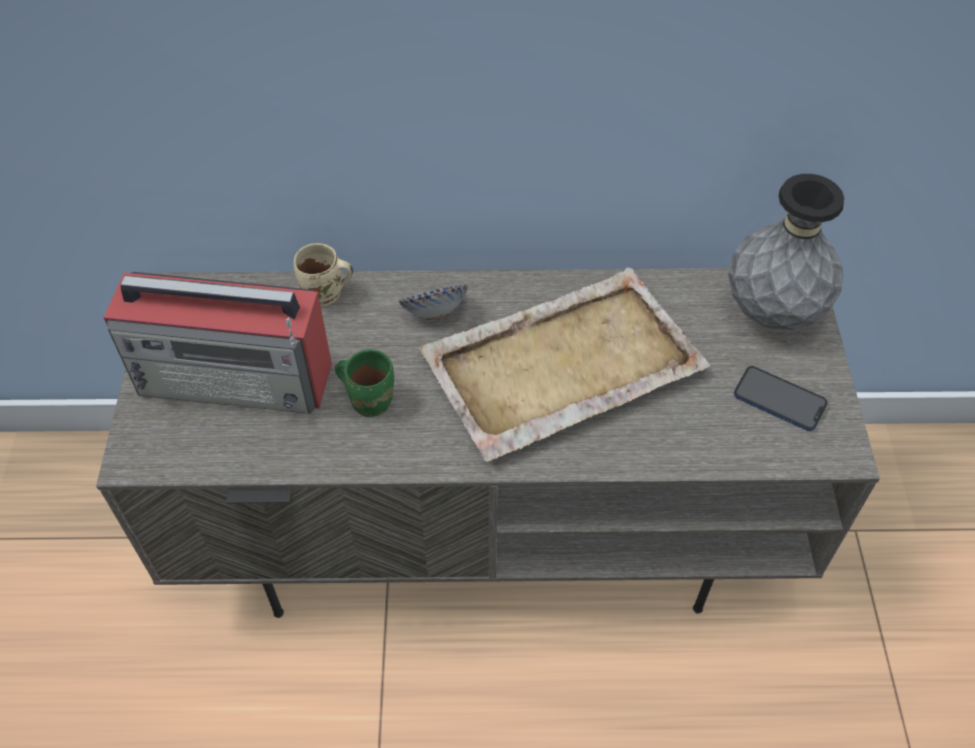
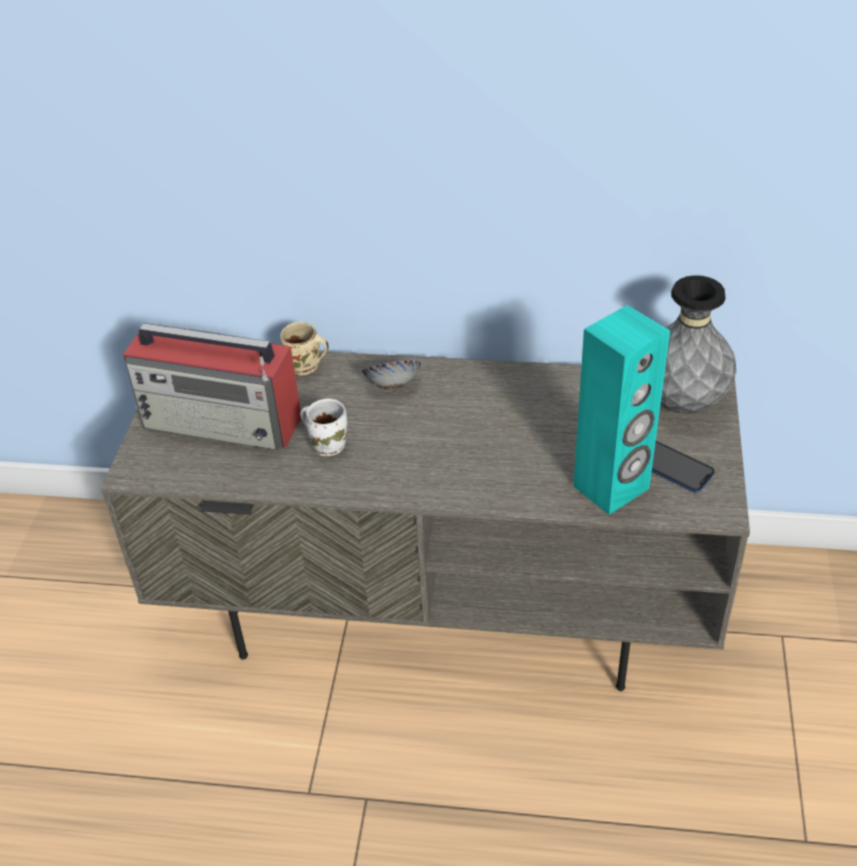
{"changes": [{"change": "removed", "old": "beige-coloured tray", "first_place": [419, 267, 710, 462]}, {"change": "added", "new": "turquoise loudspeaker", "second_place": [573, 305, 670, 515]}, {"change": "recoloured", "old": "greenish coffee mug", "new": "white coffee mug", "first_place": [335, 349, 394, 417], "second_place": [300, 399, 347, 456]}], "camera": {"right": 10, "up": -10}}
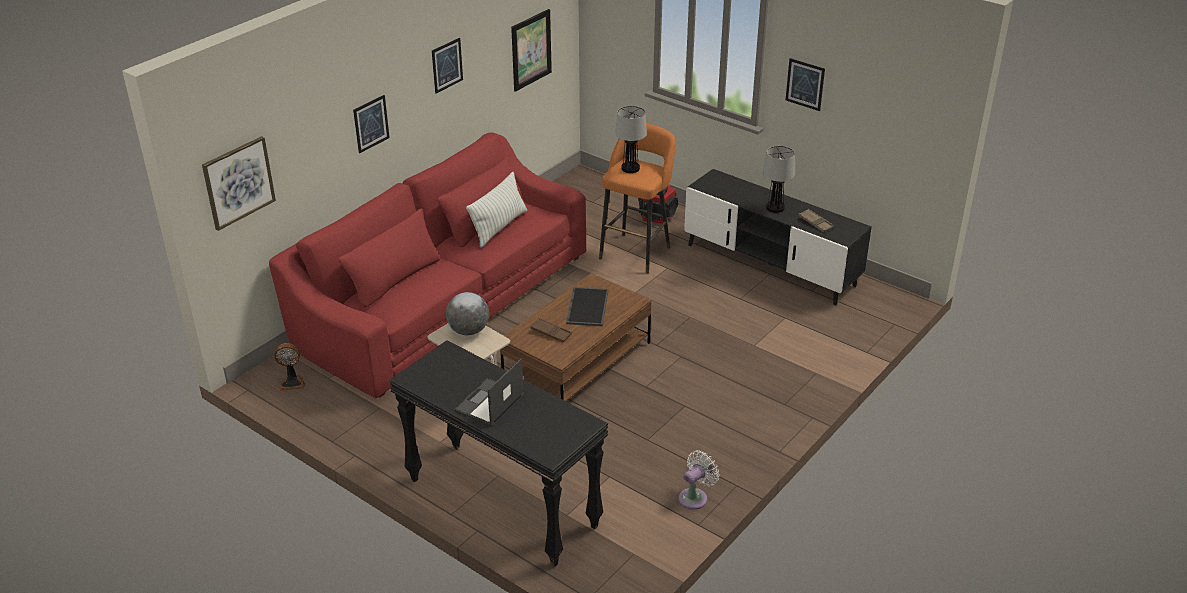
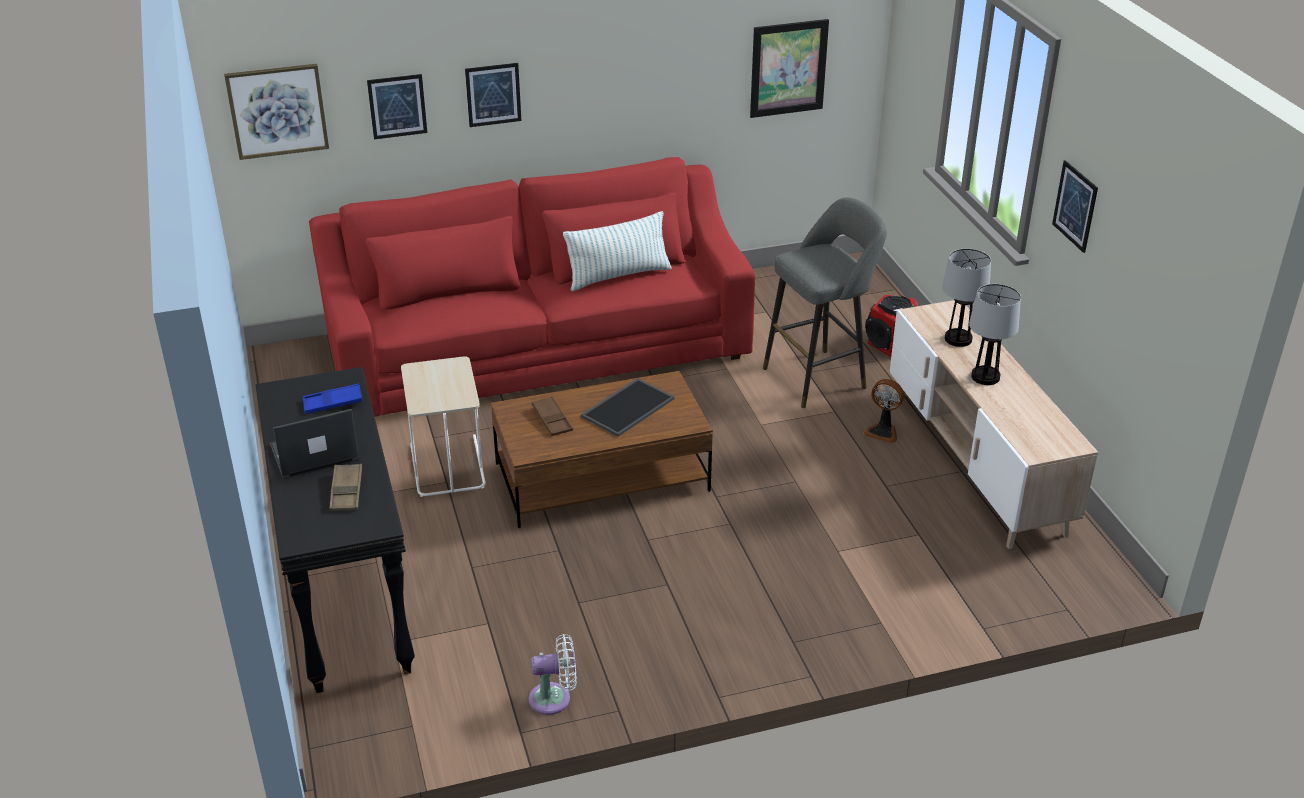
{"changes": [{"change": "removed", "old": "globe", "first_place": [446, 292, 489, 335]}, {"change": "added", "new": "blue tray", "second_place": [303, 384, 362, 414]}, {"change": "moved", "old": "cooling fan", "first_place": [275, 343, 306, 391], "second_place": [863, 379, 904, 443]}, {"change": "moved", "old": "picture", "first_place": [432, 38, 463, 93], "second_place": [367, 74, 427, 139]}, {"change": "moved", "old": "table lamp", "first_place": [615, 106, 647, 173], "second_place": [942, 249, 991, 347]}, {"change": "moved", "old": "brown tray", "first_place": [798, 209, 834, 233], "second_place": [329, 464, 362, 511]}, {"change": "recoloured", "old": "orangey stool", "new": "gray stool", "first_place": [599, 124, 676, 273], "second_place": [763, 197, 887, 408]}, {"change": "recoloured", "old": "black tv stand", "new": "beige-coloured tv stand", "first_place": [684, 169, 872, 306], "second_place": [890, 300, 1098, 549]}], "camera": {"right": 35, "up": 0}}
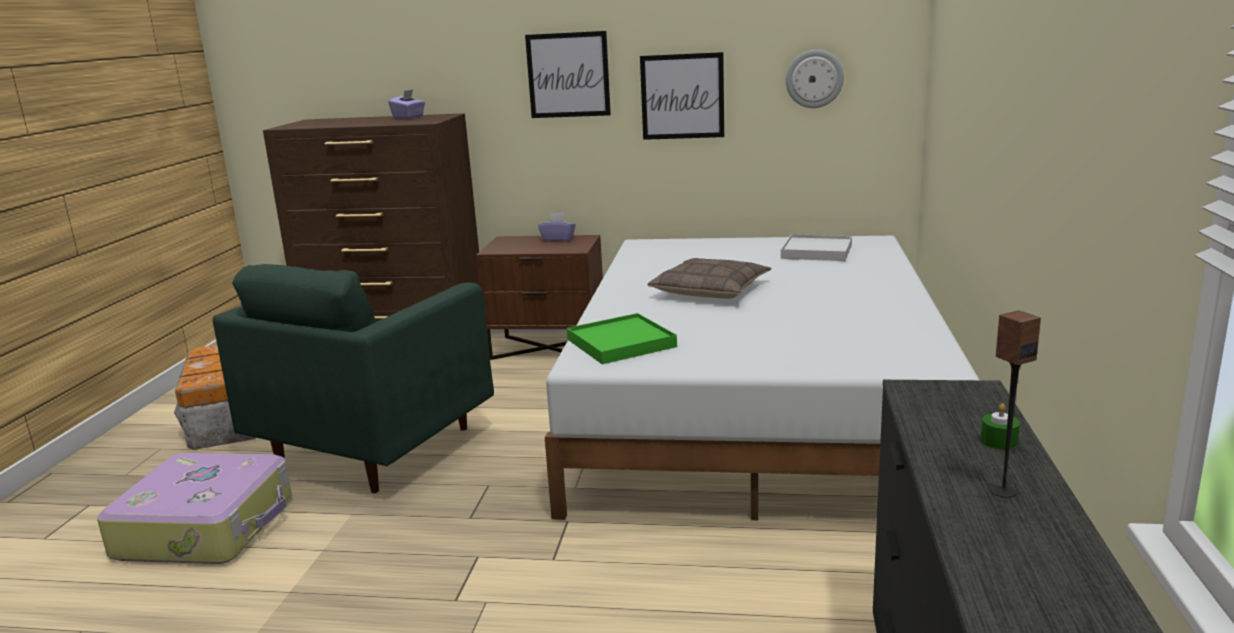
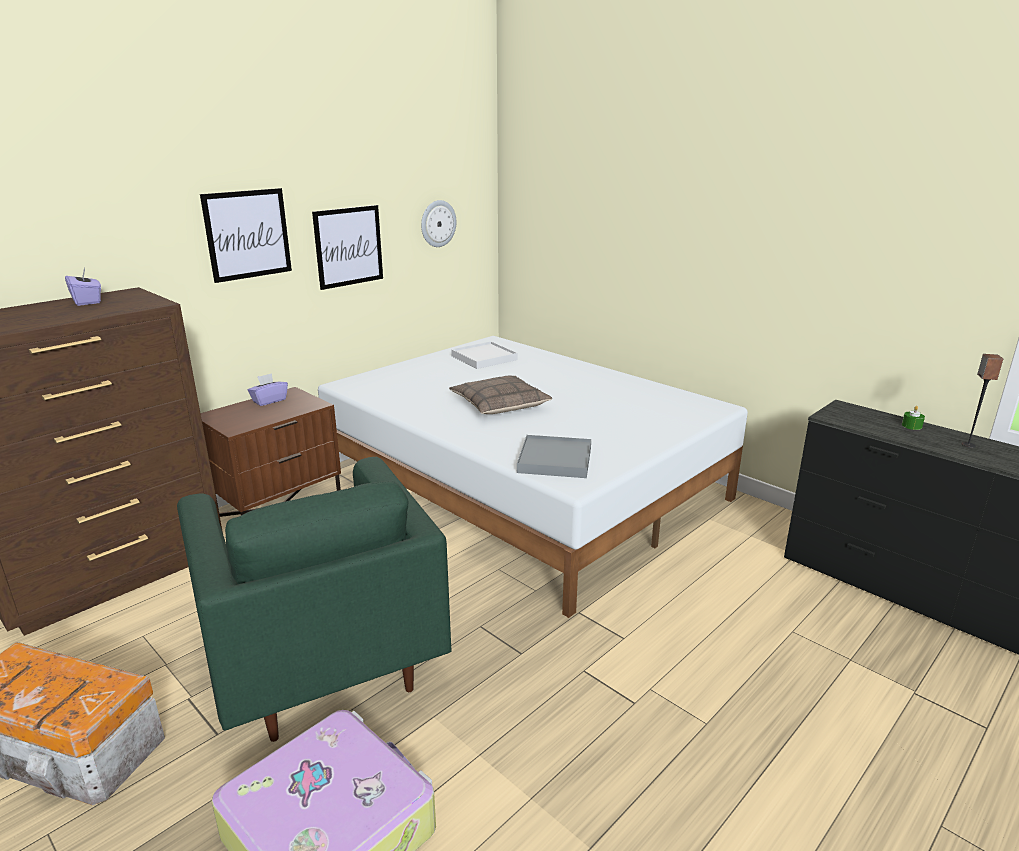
{"changes": [{"change": "recoloured", "old": "greenish tray", "new": "gray tray", "first_place": [567, 313, 677, 364], "second_place": [517, 435, 591, 478]}], "camera": {"right": -55, "up": 5}}
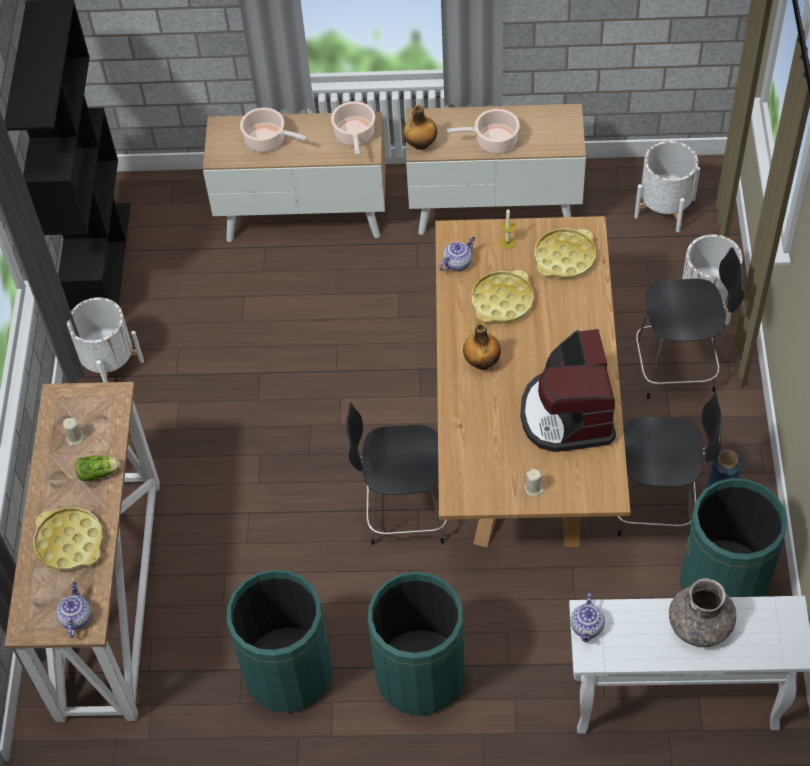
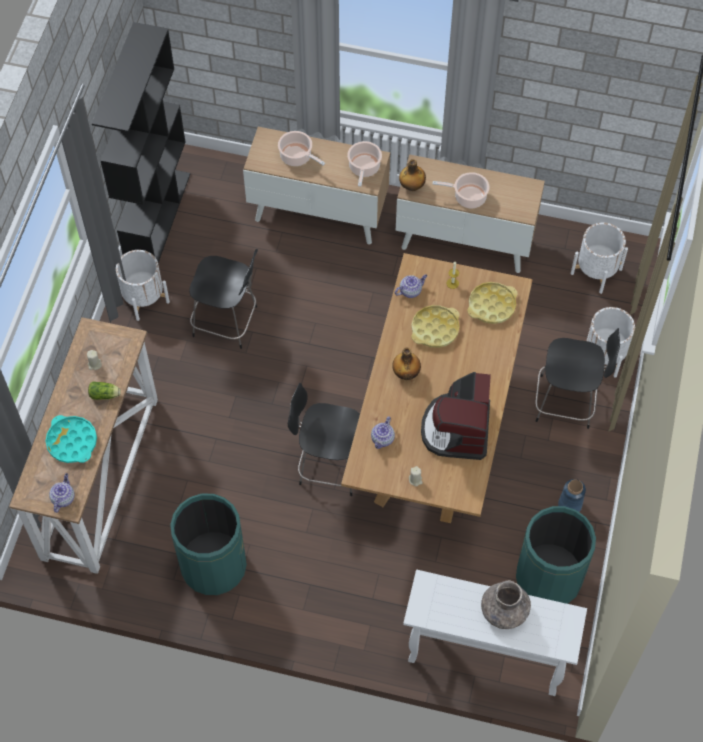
{"changes": [{"change": "removed", "old": "greenish rubbish bin", "first_place": [368, 572, 465, 716]}, {"change": "moved", "old": "tea pot", "first_place": [571, 593, 605, 642], "second_place": [371, 416, 395, 449]}, {"change": "moved", "old": "black upright chair", "first_place": [617, 393, 722, 537], "second_place": [189, 249, 258, 349]}, {"change": "recoloured", "old": "yellowish tray", "new": "turquoise tray", "first_place": [33, 507, 103, 571], "second_place": [45, 415, 97, 463]}], "camera": {"right": 10, "up": 5}}
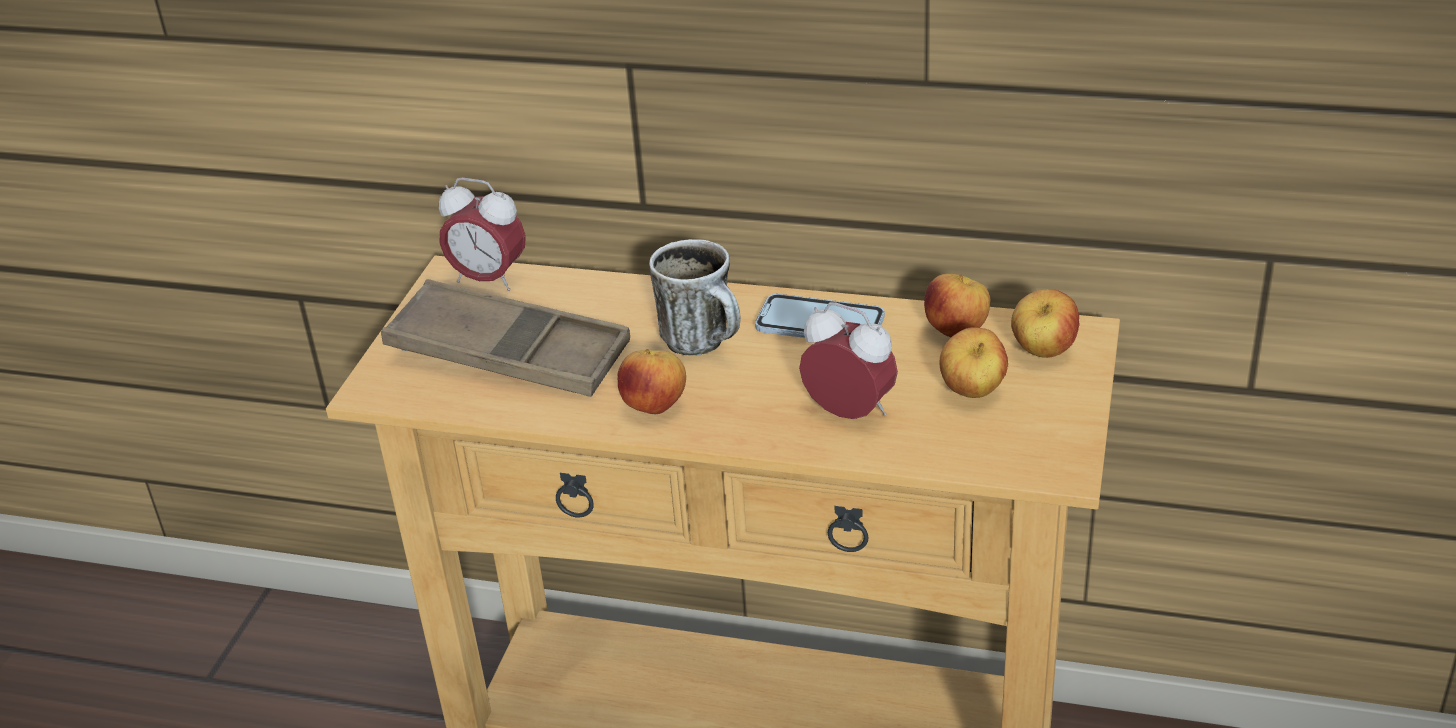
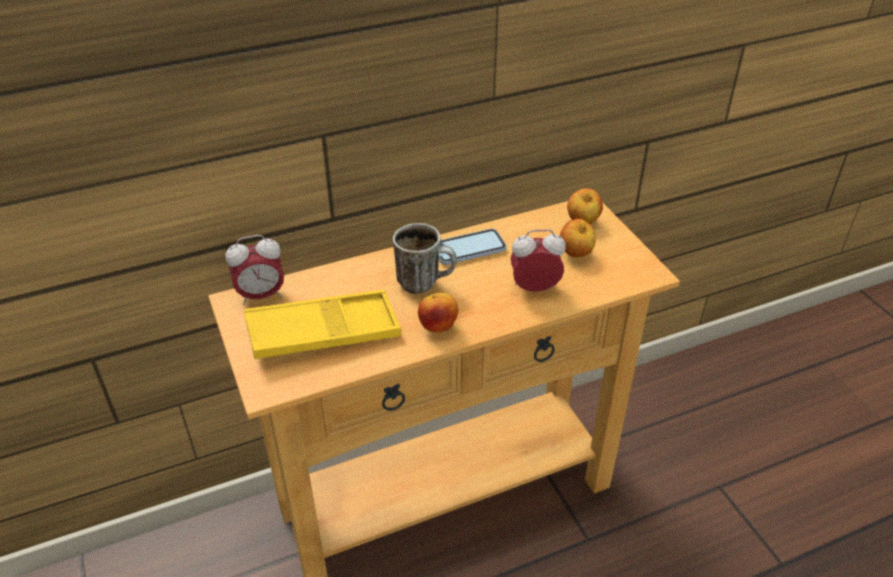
{"changes": [{"change": "removed", "old": "apple", "first_place": [924, 274, 990, 337]}, {"change": "recoloured", "old": "brown tray", "new": "yellowish tray", "first_place": [381, 279, 630, 397], "second_place": [244, 290, 401, 359]}], "camera": {"right": -40, "up": 5}}
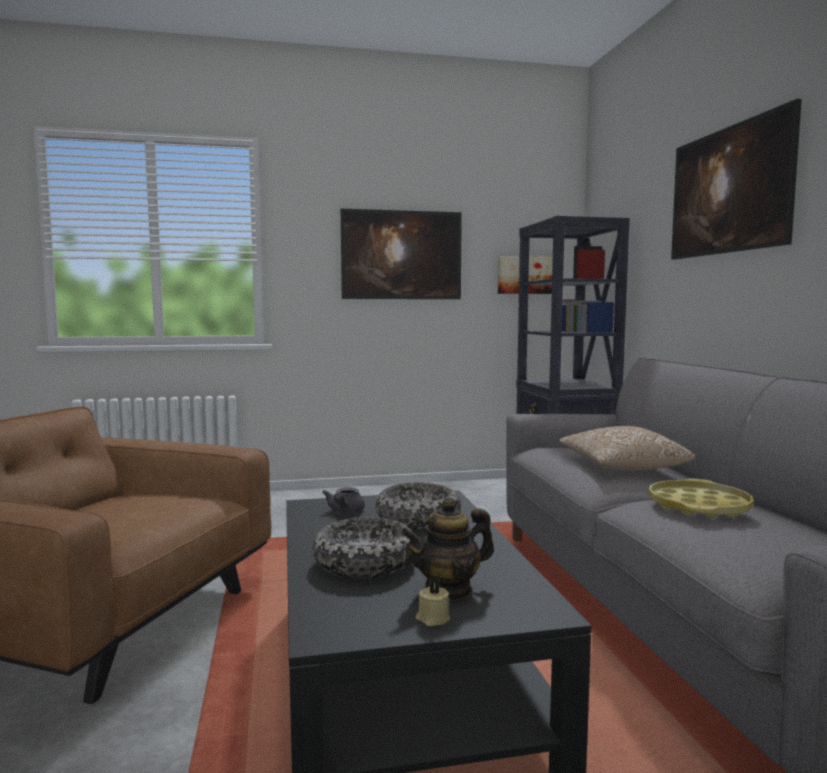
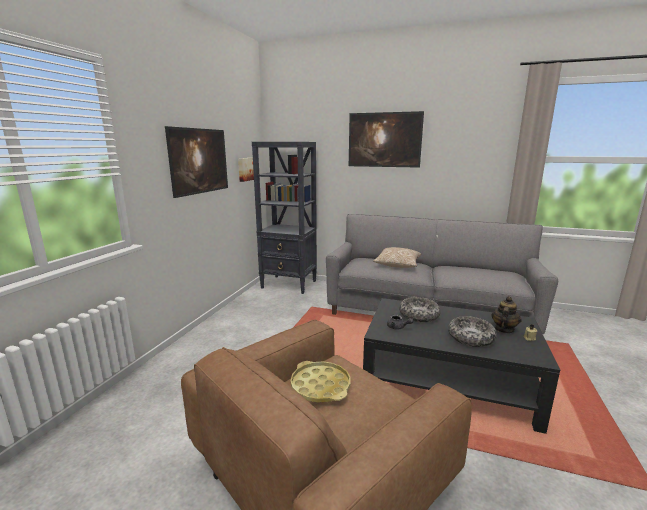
{"changes": [{"change": "moved", "old": "yellowish tray", "first_place": [648, 479, 754, 519], "second_place": [290, 361, 350, 403]}, {"change": "turned", "old": "tea pot", "first_place": [401, 497, 494, 600], "second_place": [492, 296, 522, 333], "degrees": -150}], "camera": {"right": -60, "up": 10}}
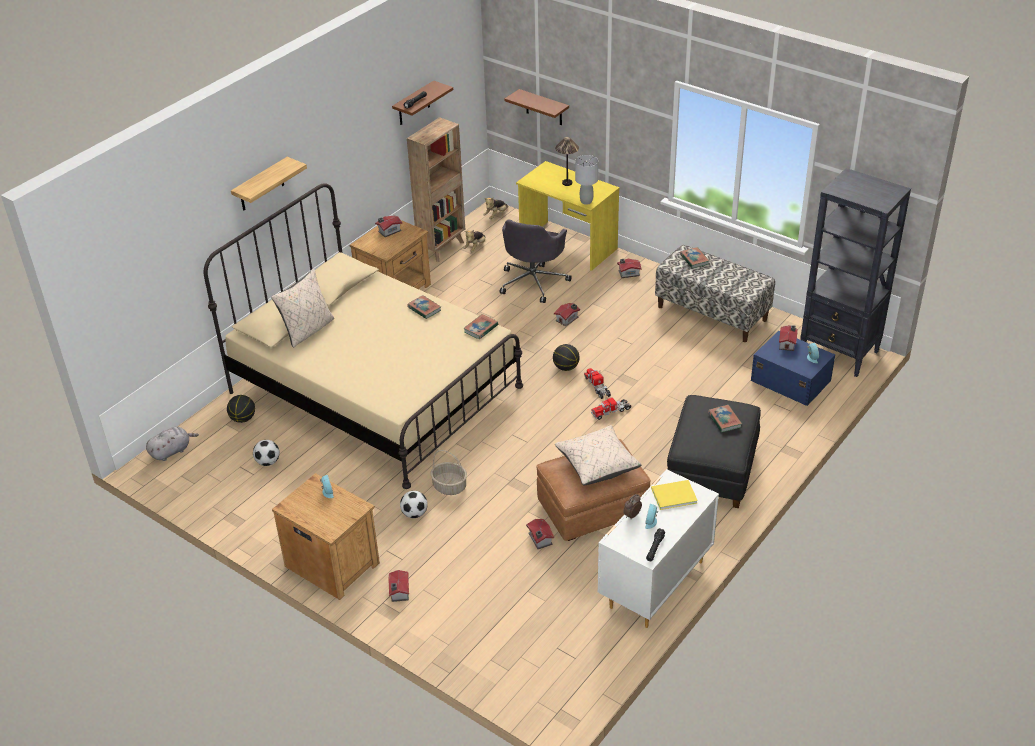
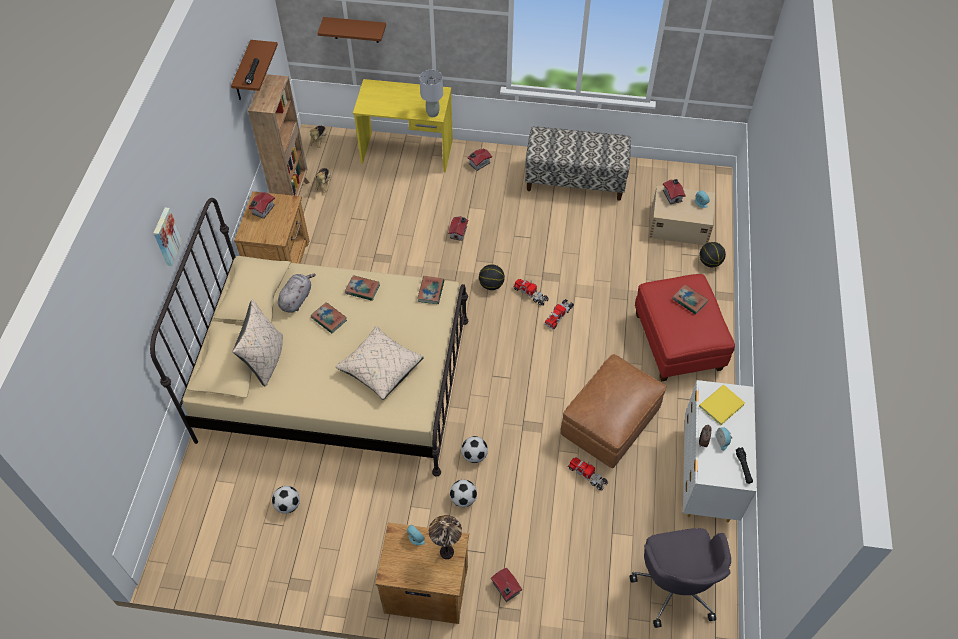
{"changes": [{"change": "removed", "old": "black bookshelf", "first_place": [800, 168, 911, 377]}, {"change": "moved", "old": "gray cuddly toy", "first_place": [146, 426, 199, 461], "second_place": [278, 274, 316, 313]}, {"change": "moved", "old": "basketball", "first_place": [227, 395, 255, 423], "second_place": [700, 242, 726, 267]}, {"change": "moved", "old": "gray computer chair", "first_place": [500, 219, 572, 303], "second_place": [630, 528, 731, 628]}, {"change": "moved", "old": "table lamp", "first_place": [555, 137, 579, 186], "second_place": [429, 515, 462, 559]}, {"change": "moved", "old": "beige-coloured pillow", "first_place": [555, 425, 641, 486], "second_place": [336, 326, 424, 400]}, {"change": "moved", "old": "book", "first_place": [680, 247, 709, 268], "second_place": [311, 302, 347, 333]}, {"change": "replaced", "old": "shelf", "new": "picture", "first_place": [231, 157, 307, 210], "second_place": [154, 208, 182, 266]}, {"change": "replaced", "old": "household basket", "new": "ball for football", "first_place": [431, 450, 467, 495], "second_place": [461, 436, 488, 463]}, {"change": "replaced", "old": "model house", "new": "toy lorry", "first_place": [526, 519, 554, 549], "second_place": [568, 457, 609, 490]}, {"change": "recoloured", "old": "black ottoman", "new": "red ottoman", "first_place": [667, 395, 761, 508], "second_place": [635, 274, 735, 382]}, {"change": "recoloured", "old": "blue storage container", "new": "beige-coloured storage container", "first_place": [751, 331, 835, 406], "second_place": [649, 185, 715, 245]}], "camera": {"right": -30, "up": 15}}
